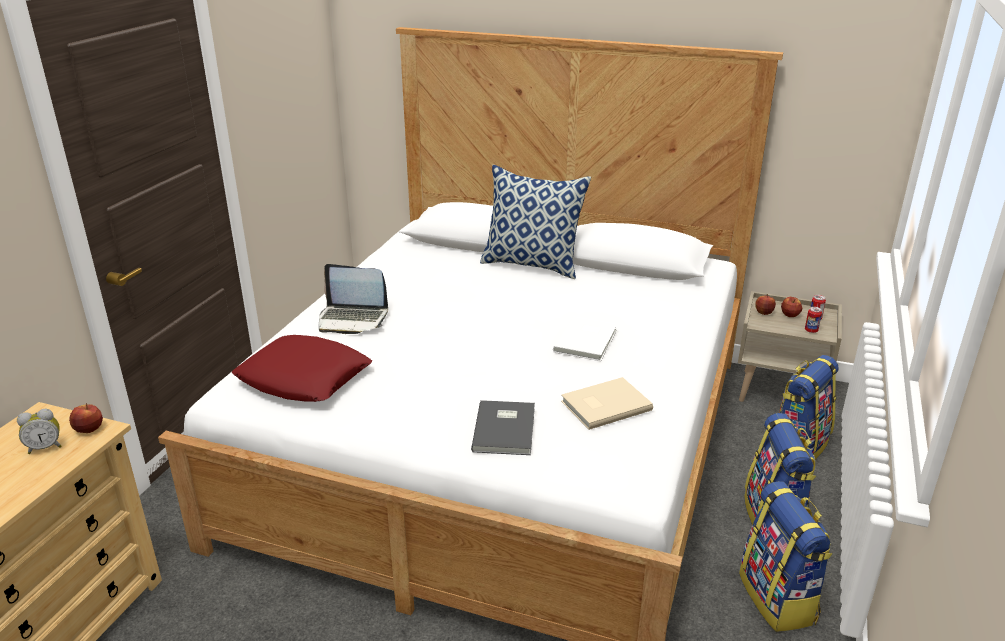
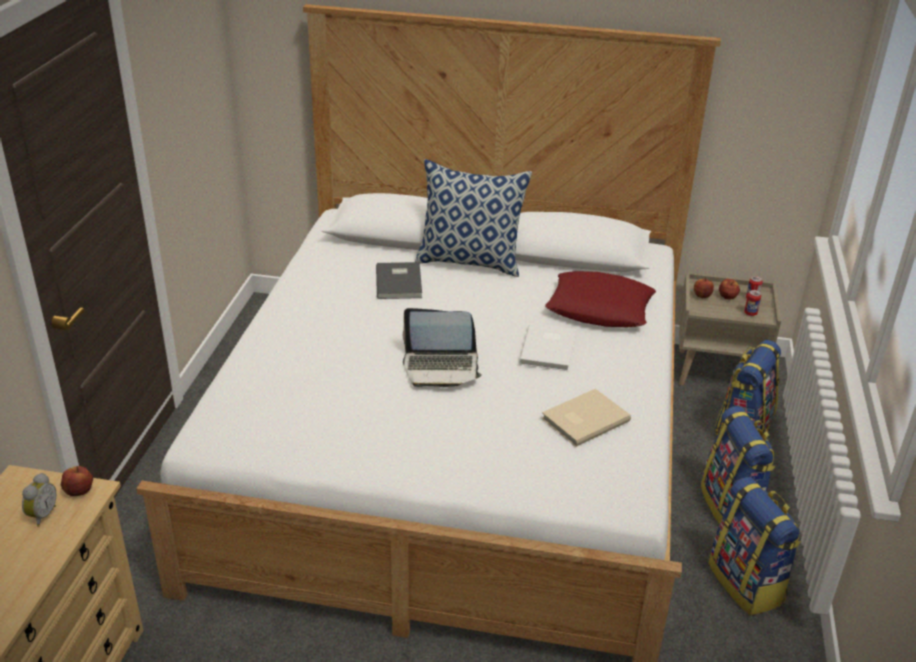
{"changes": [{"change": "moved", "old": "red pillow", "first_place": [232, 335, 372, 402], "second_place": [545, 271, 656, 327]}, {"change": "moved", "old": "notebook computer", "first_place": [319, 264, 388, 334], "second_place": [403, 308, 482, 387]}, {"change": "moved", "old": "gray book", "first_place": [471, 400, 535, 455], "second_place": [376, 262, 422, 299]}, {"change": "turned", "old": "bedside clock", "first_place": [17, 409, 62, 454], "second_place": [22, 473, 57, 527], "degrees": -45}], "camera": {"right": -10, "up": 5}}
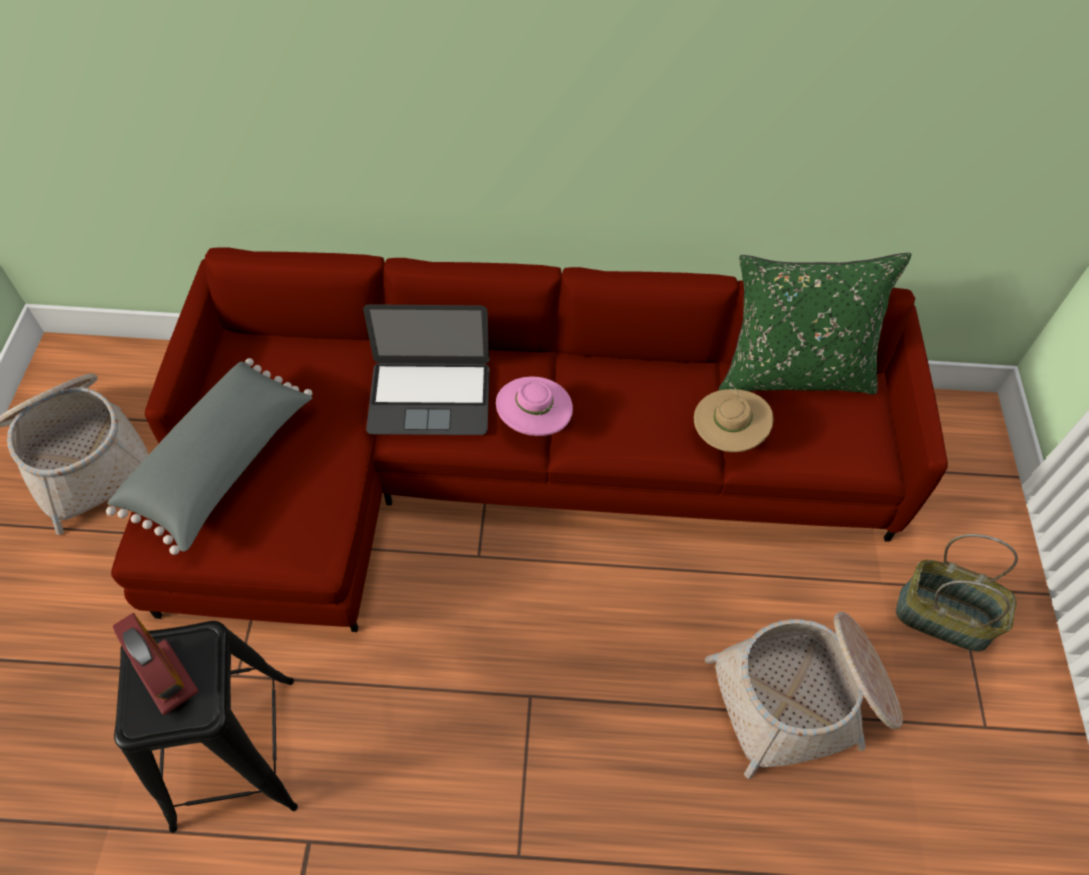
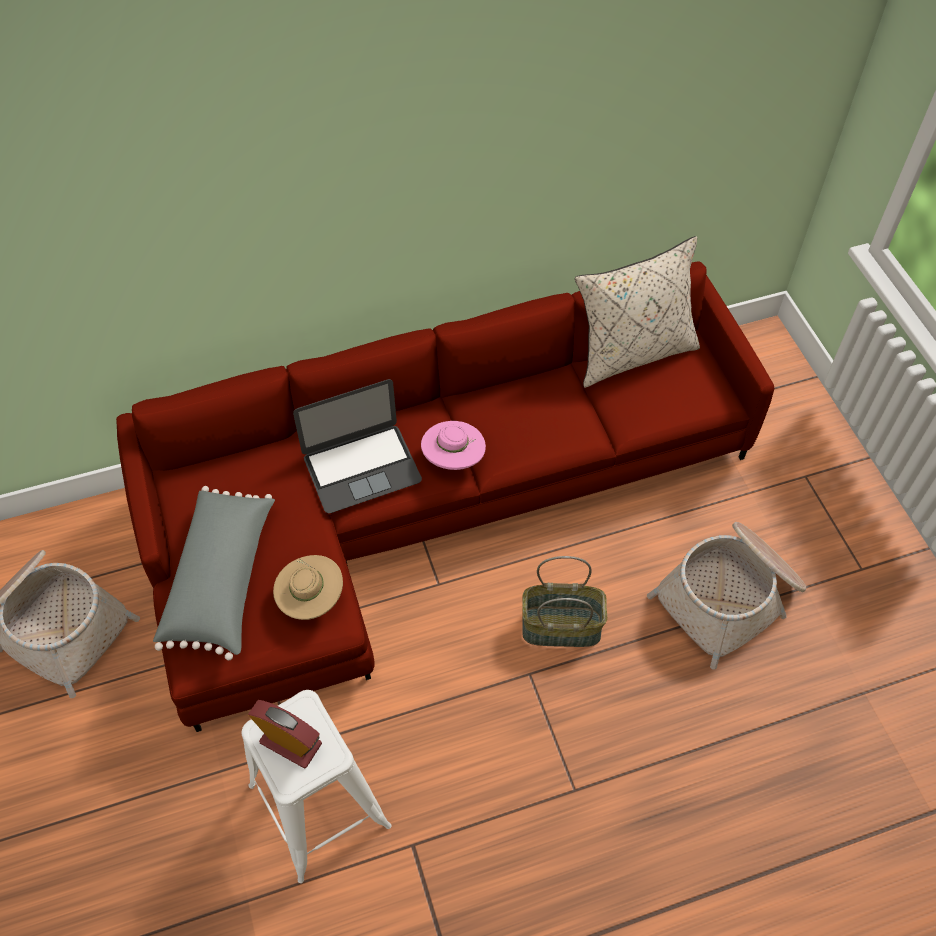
{"changes": [{"change": "moved", "old": "beige-coloured wearable hat", "first_place": [694, 387, 773, 452], "second_place": [273, 555, 343, 620]}, {"change": "moved", "old": "household basket", "first_place": [896, 534, 1018, 652], "second_place": [522, 556, 607, 647]}, {"change": "recoloured", "old": "black stool", "new": "white stool", "first_place": [114, 621, 298, 833], "second_place": [242, 690, 391, 883]}, {"change": "recoloured", "old": "greenish pillow", "new": "beige-coloured pillow", "first_place": [719, 253, 912, 394], "second_place": [575, 236, 700, 388]}], "camera": {"right": -20, "up": 0}}
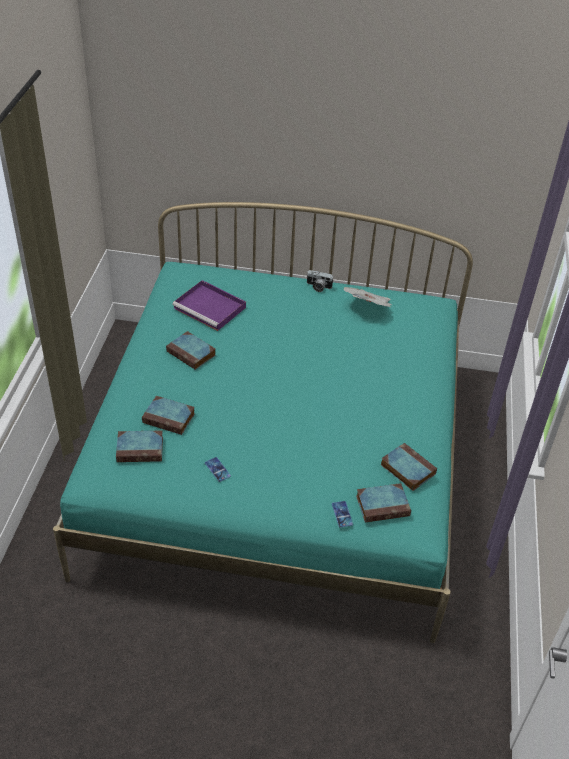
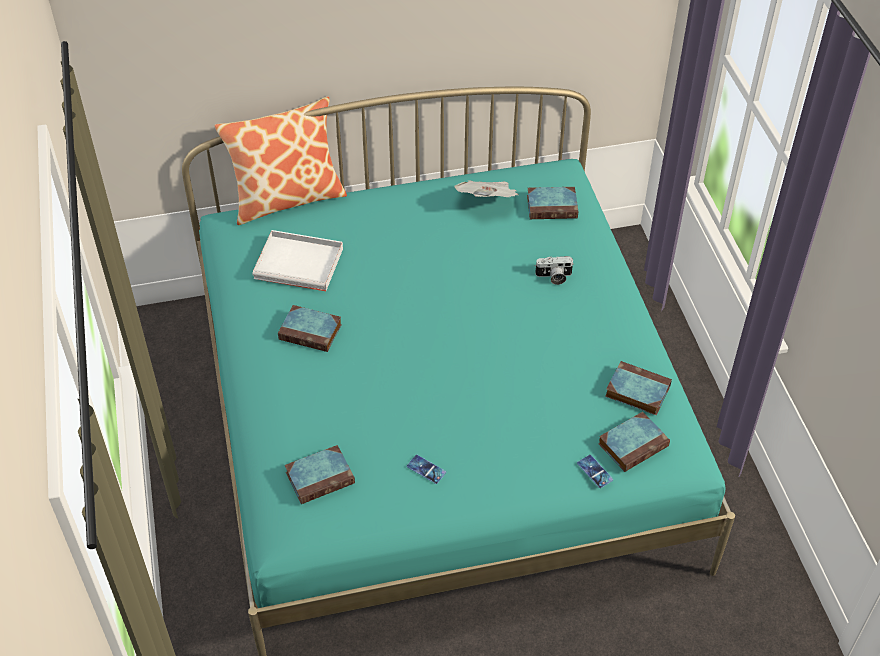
{"changes": [{"change": "added", "new": "pillow", "second_place": [215, 96, 347, 225]}, {"change": "moved", "old": "book", "first_place": [142, 396, 195, 435], "second_place": [527, 187, 578, 219]}, {"change": "moved", "old": "photo camera", "first_place": [306, 270, 333, 292], "second_place": [535, 256, 574, 285]}, {"change": "recoloured", "old": "purple-coloured tray", "new": "white tray", "first_place": [172, 280, 246, 331], "second_place": [253, 230, 343, 291]}], "camera": {"right": -20, "up": 5}}
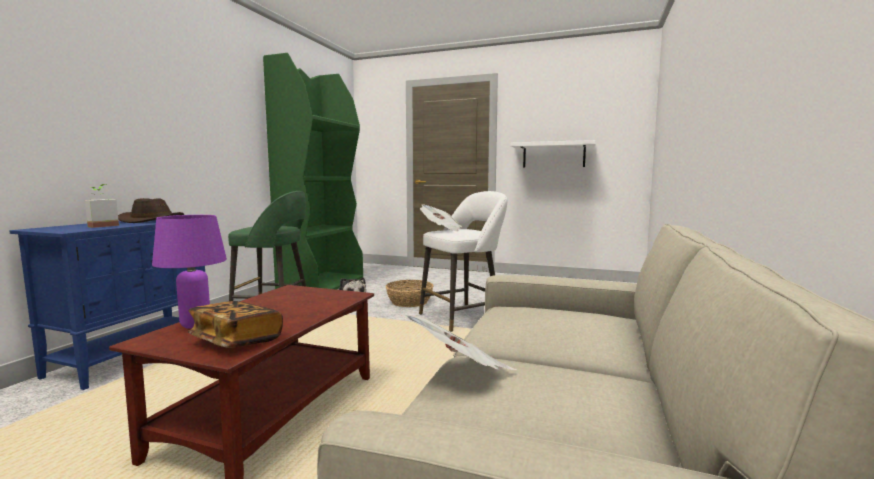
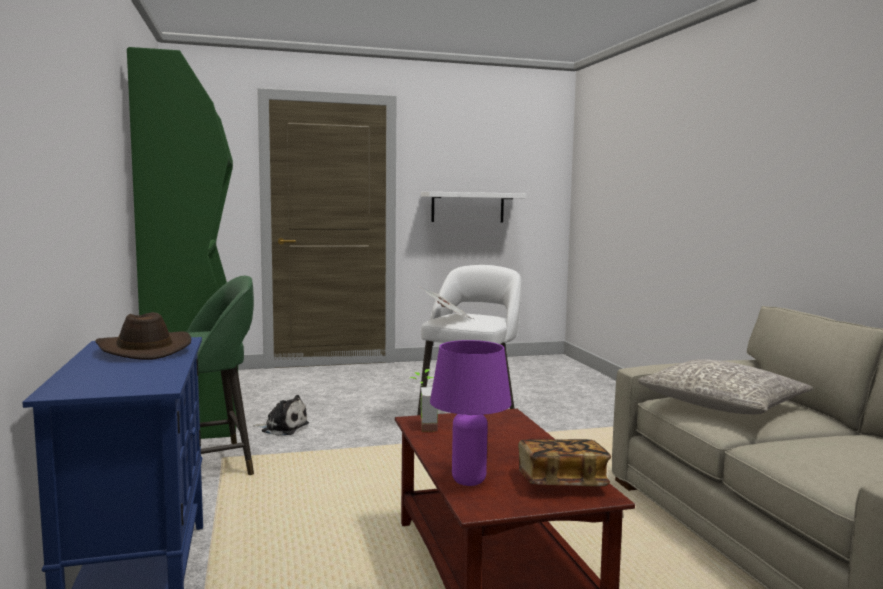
{"changes": [{"change": "removed", "old": "household basket", "first_place": [386, 280, 434, 307]}, {"change": "removed", "old": "newspaper", "first_place": [401, 315, 517, 370]}, {"change": "added", "new": "gray pillow", "second_place": [638, 359, 814, 414]}, {"change": "moved", "old": "potted plant", "first_place": [85, 184, 119, 228], "second_place": [410, 369, 438, 432]}], "camera": {"right": -35, "up": 0}}
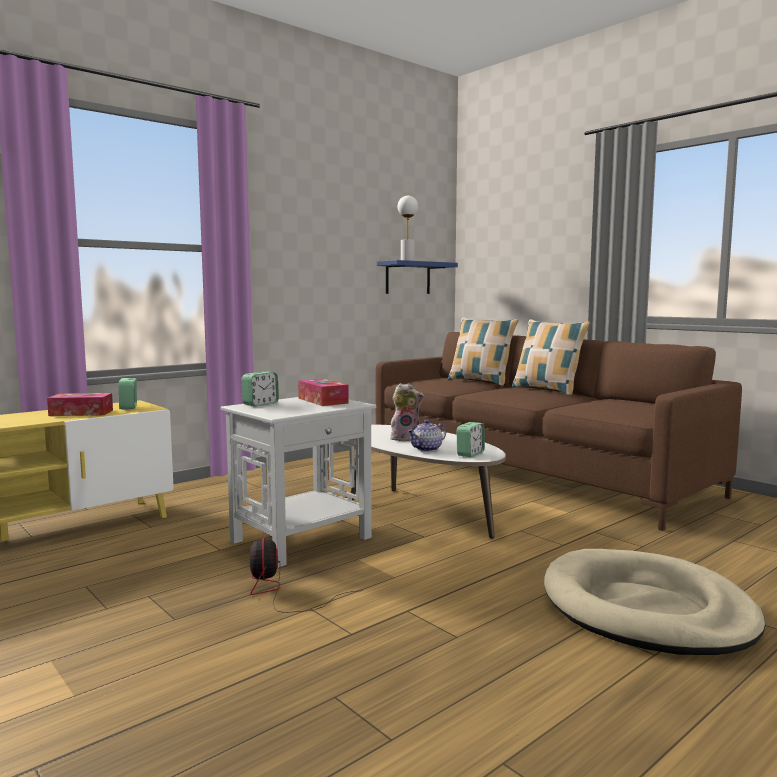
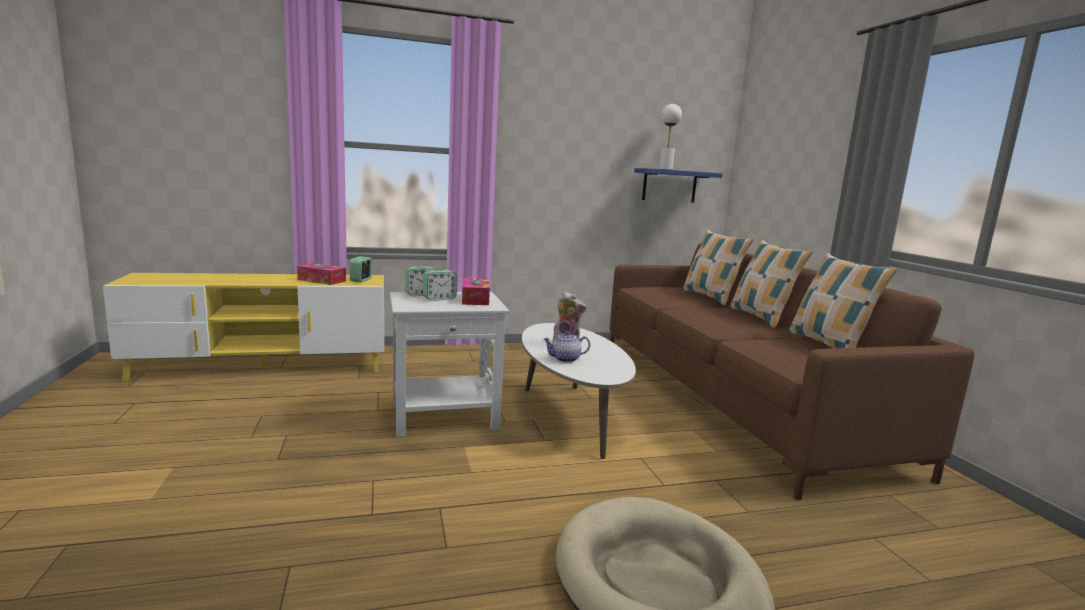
{"changes": [{"change": "removed", "old": "cooling fan", "first_place": [250, 538, 363, 613]}, {"change": "added", "new": "pillow", "second_place": [787, 253, 897, 348]}, {"change": "moved", "old": "bedside clock", "first_place": [456, 422, 485, 457], "second_place": [423, 270, 457, 301]}], "camera": {"right": 25, "up": 5}}
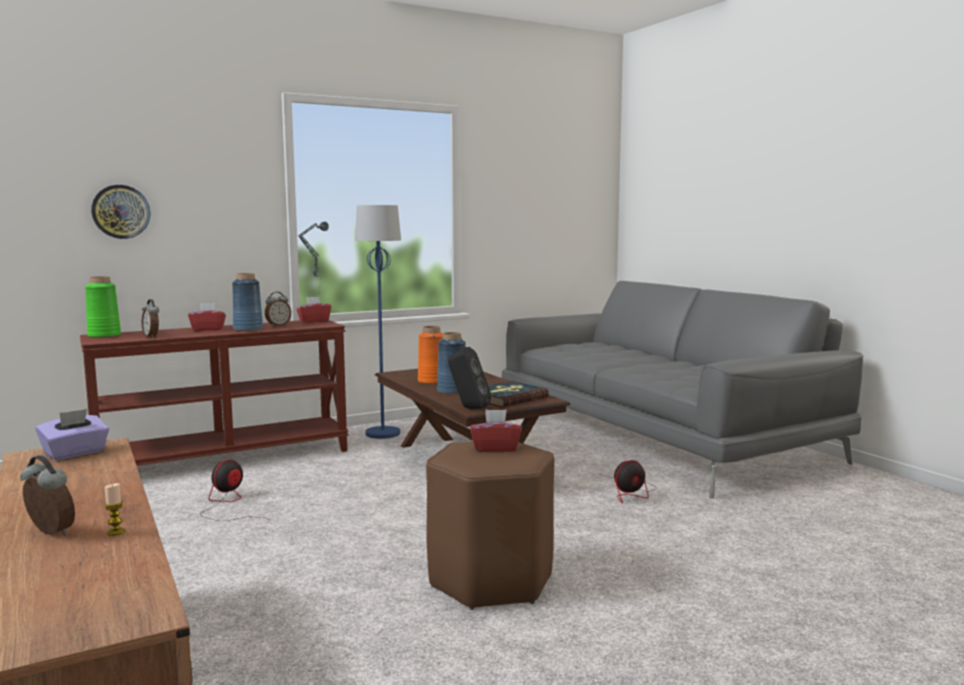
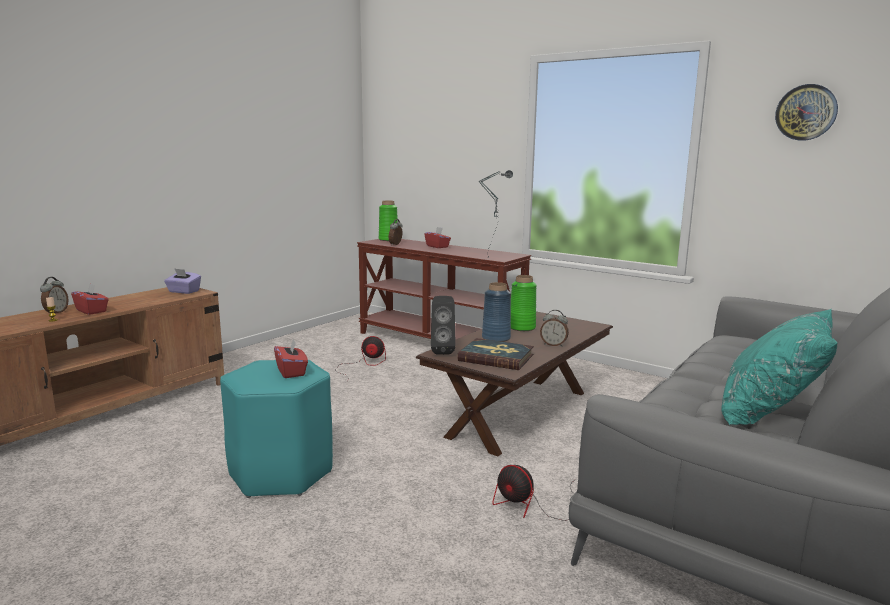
{"changes": [{"change": "removed", "old": "blue decorative vase", "first_place": [232, 273, 263, 332]}, {"change": "removed", "old": "blue standing lamp", "first_place": [355, 205, 401, 439]}, {"change": "added", "new": "turquoise pillow", "second_place": [721, 309, 838, 425]}, {"change": "moved", "old": "wall clock", "first_place": [91, 185, 150, 239], "second_place": [775, 84, 838, 141]}, {"change": "moved", "old": "bedside clock", "first_place": [265, 292, 291, 326], "second_place": [540, 310, 569, 347]}, {"change": "moved", "old": "red box of tissues", "first_place": [296, 297, 331, 323], "second_place": [71, 284, 109, 315]}, {"change": "recoloured", "old": "orangey decorative vase", "new": "greenish decorative vase", "first_place": [418, 326, 443, 384], "second_place": [511, 275, 537, 331]}, {"change": "recoloured", "old": "brown stool", "new": "turquoise stool", "first_place": [426, 442, 555, 610], "second_place": [220, 360, 333, 498]}], "camera": {"right": 65, "up": 5}}
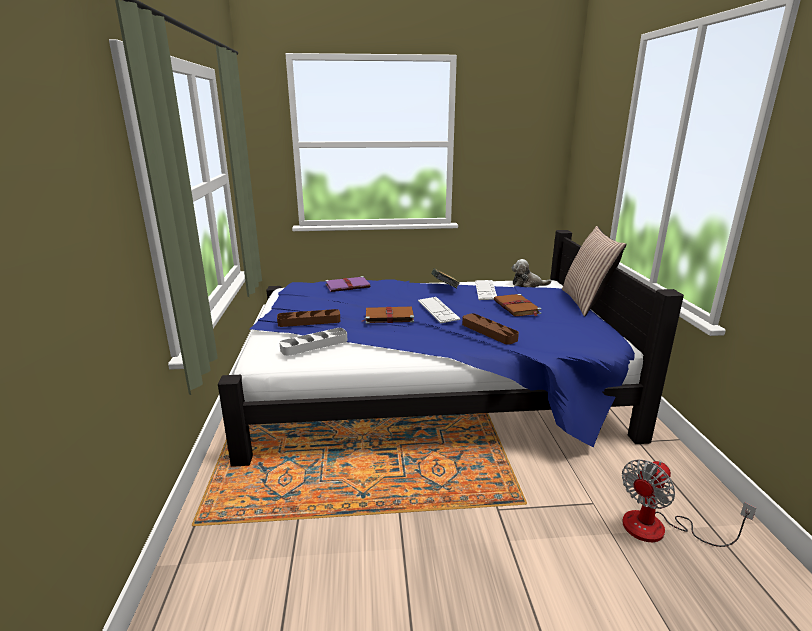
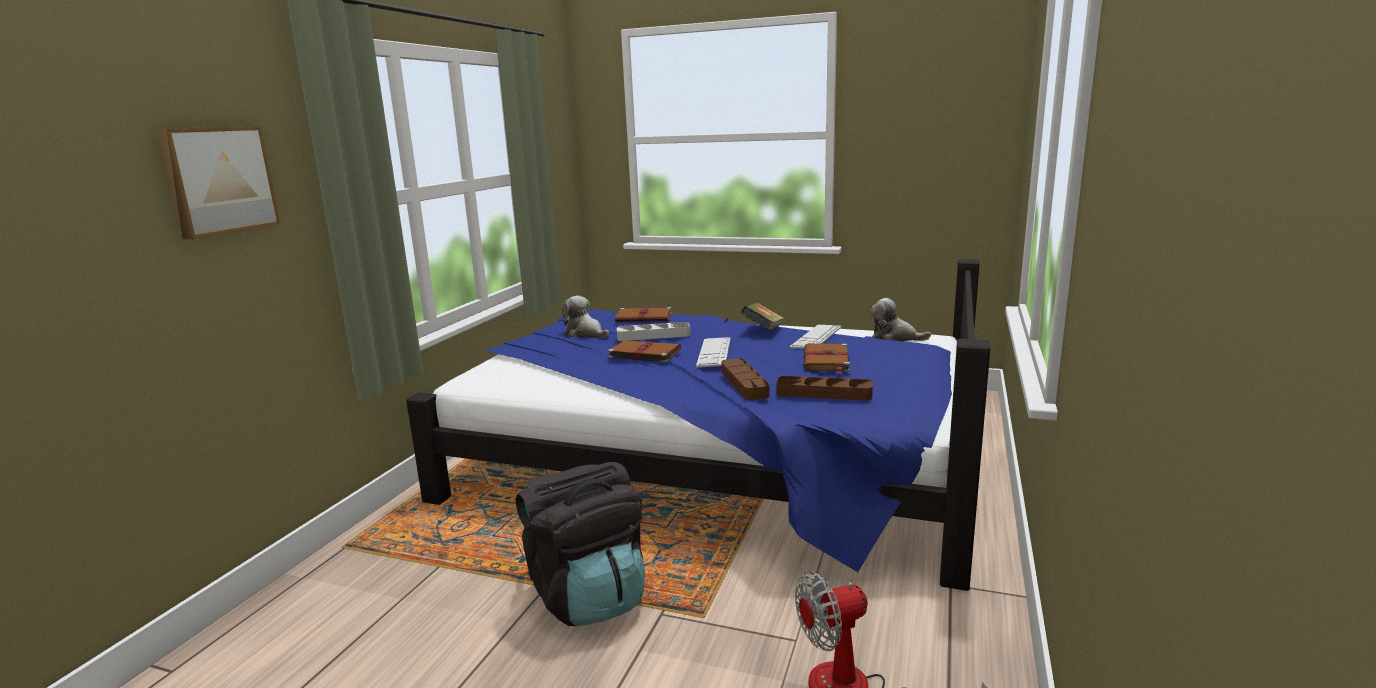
{"changes": [{"change": "removed", "old": "pillow", "first_place": [562, 226, 626, 316]}, {"change": "added", "new": "picture", "second_place": [157, 126, 280, 239]}, {"change": "added", "new": "black knapsack", "second_place": [516, 462, 645, 626]}, {"change": "added", "new": "cuddly toy", "second_place": [561, 296, 609, 338]}, {"change": "moved", "old": "brown tray", "first_place": [277, 309, 340, 327], "second_place": [776, 376, 873, 400]}, {"change": "moved", "old": "gray tray", "first_place": [279, 328, 347, 356], "second_place": [617, 322, 690, 341]}, {"change": "recoloured", "old": "purple-coloured book", "new": "brown book", "first_place": [325, 276, 370, 292], "second_place": [615, 307, 675, 322]}], "camera": {"right": 25, "up": -5}}
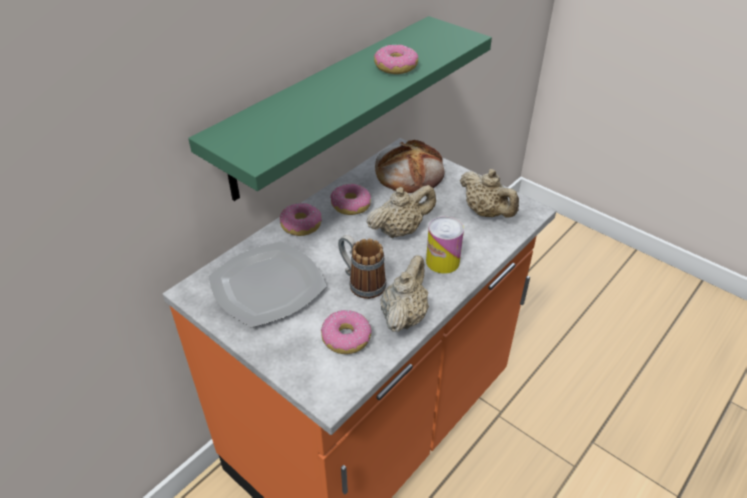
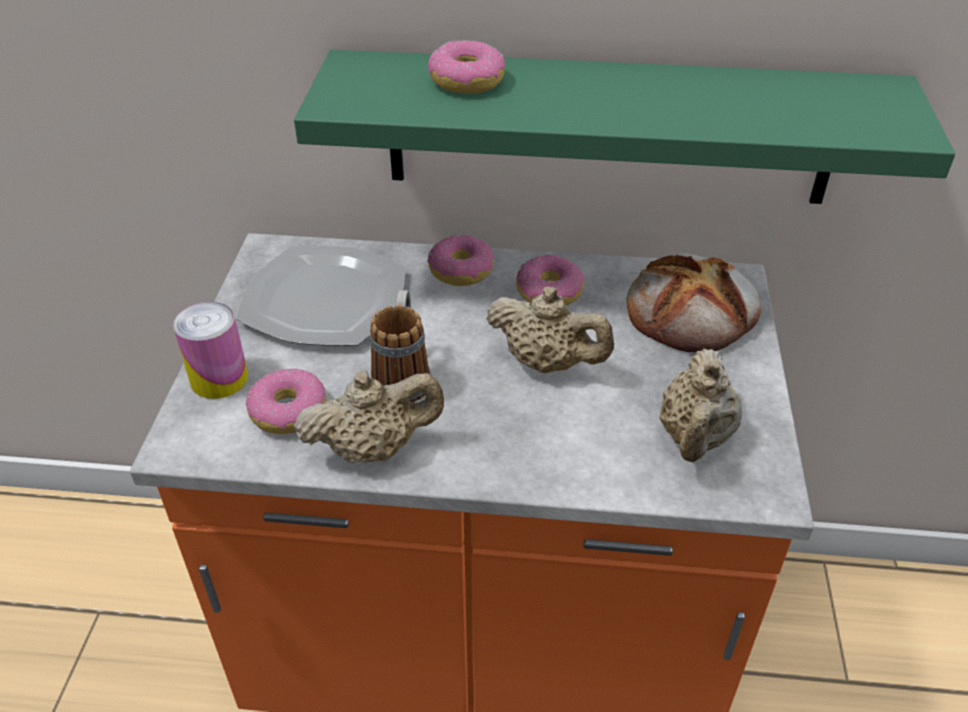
{"changes": [{"change": "moved", "old": "ring doughnut", "first_place": [374, 44, 418, 74], "second_place": [428, 40, 505, 94]}, {"change": "moved", "old": "sealed can", "first_place": [426, 217, 464, 274], "second_place": [173, 302, 248, 399]}], "camera": {"right": 55, "up": 0}}
